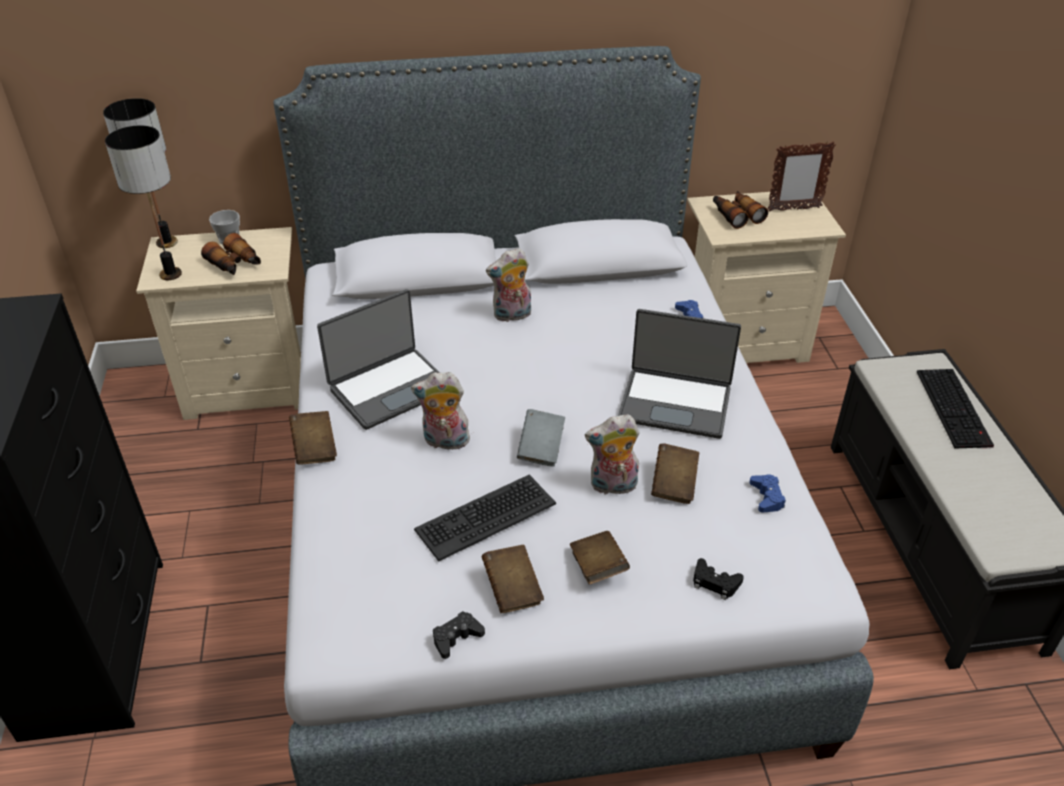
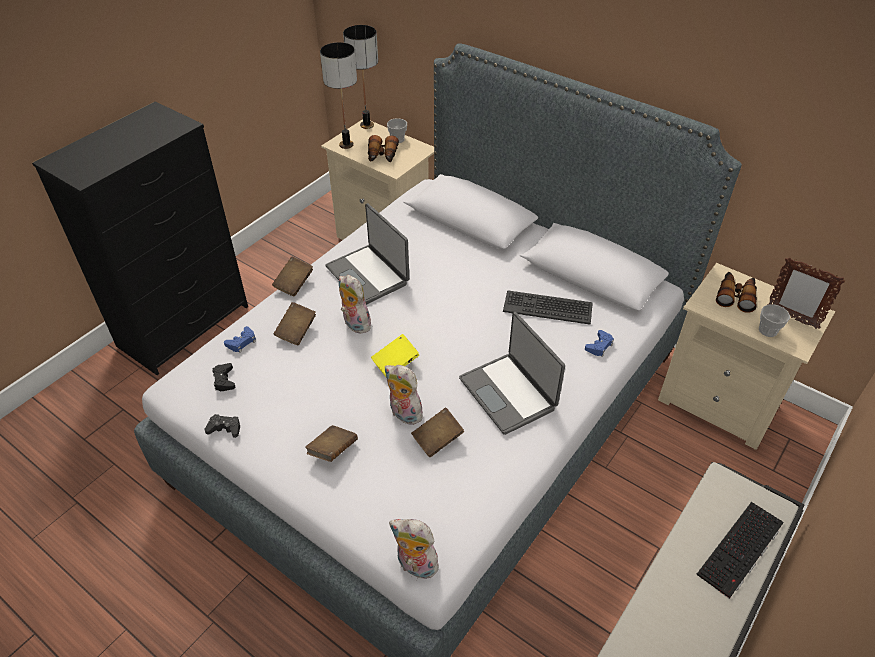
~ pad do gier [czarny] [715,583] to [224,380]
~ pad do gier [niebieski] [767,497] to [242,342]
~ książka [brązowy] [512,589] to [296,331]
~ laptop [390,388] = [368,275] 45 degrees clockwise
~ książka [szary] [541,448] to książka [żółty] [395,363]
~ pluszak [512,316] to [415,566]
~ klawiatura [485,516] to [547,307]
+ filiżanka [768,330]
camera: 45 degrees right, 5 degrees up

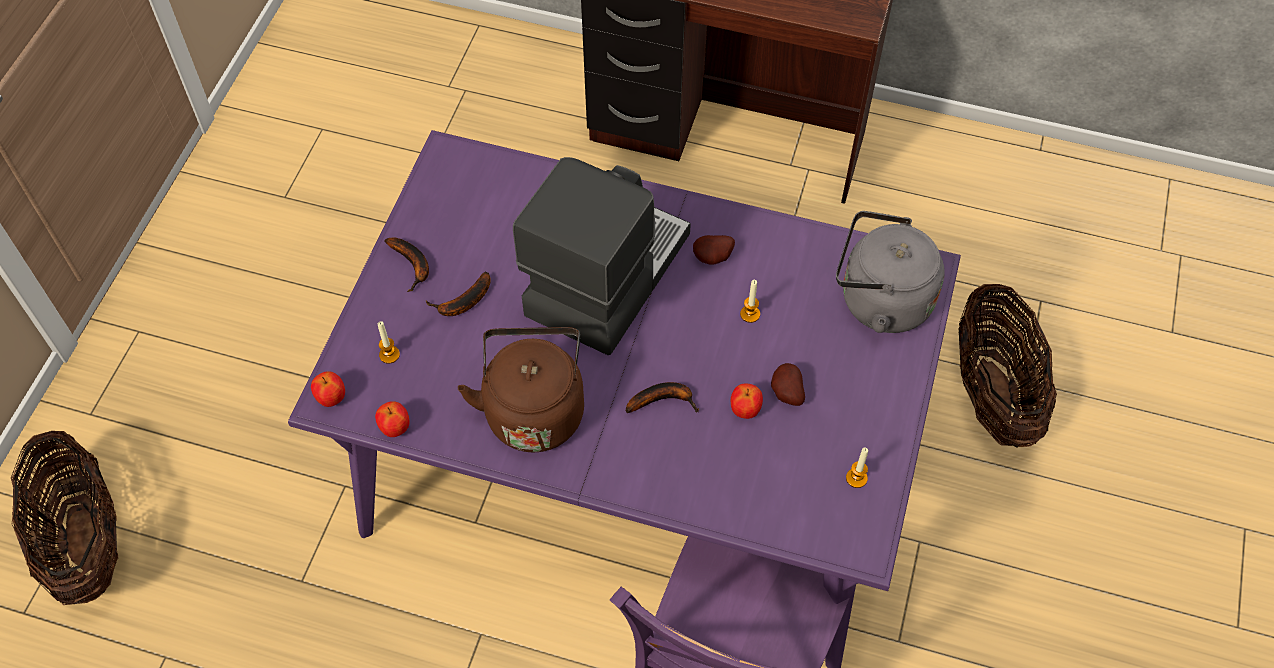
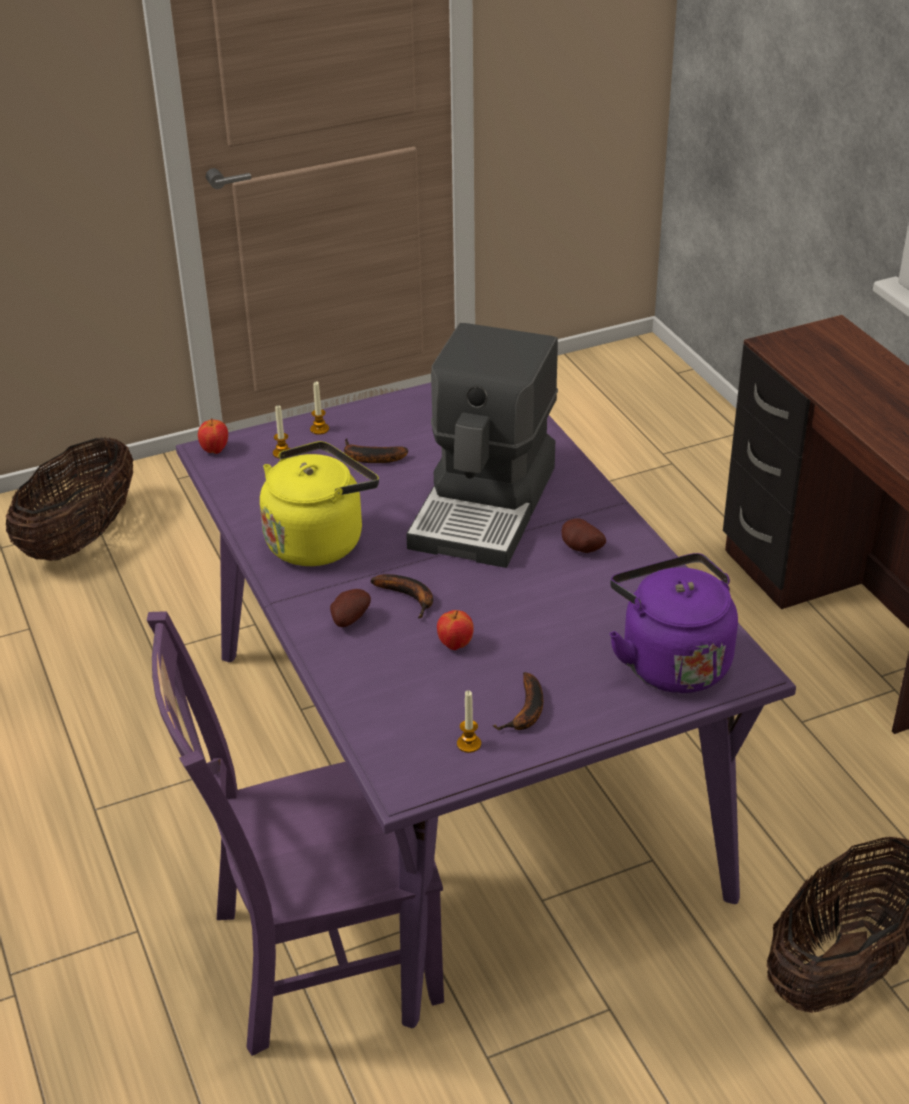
~ czajnik [brązowy] [534,409] to czajnik [żółty] [319,540]
~ świeca [750,314] to [319,429]
~ ziemniak [785,393] to [348,620]
~ ekspres do kawy [604,275] = [486,506] 120 degrees clockwise
~ banan [412,265] to [526,712]
~ czajnik [szary] [879,300] to czajnik [fioletowy] [671,661]
- jabłko [395,428]
camera: 50 degrees right, 20 degrees down

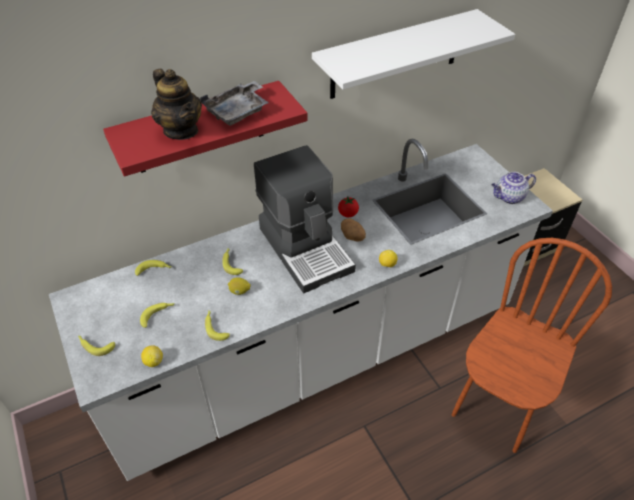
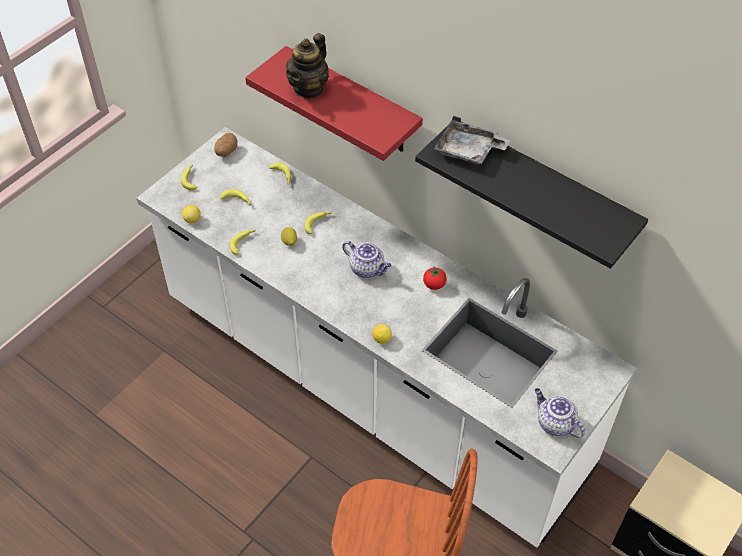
~ ziemniak [353,237] to [226,152]
~ ekspres do kawy [306,248] to imbryk [367,269]
~ półka [biały] [395,55] to półka [czarny] [543,188]
~ taca [szary] [238,111] to [468,150]
camera: 65 degrees right, 5 degrees up

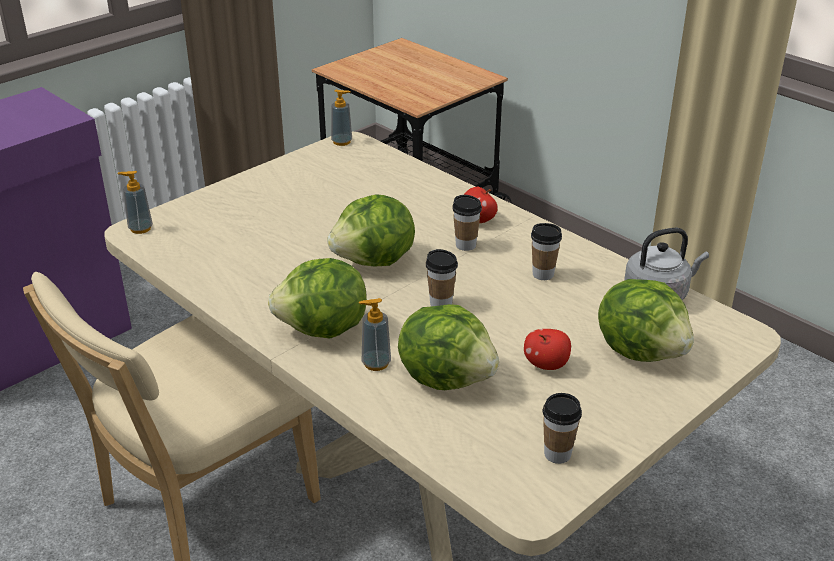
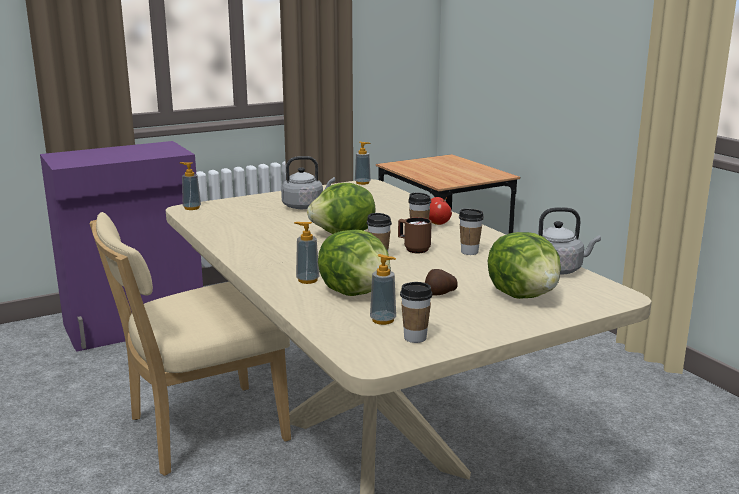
+ czajnik [szary] [305,206]
+ dozownik mydła [383,320]
+ kubek [brązowy] [413,249]
~ jabłko [546,364] to ziemniak [439,294]
- sałata [323,330]
camera: 15 degrees right, 15 degrees down

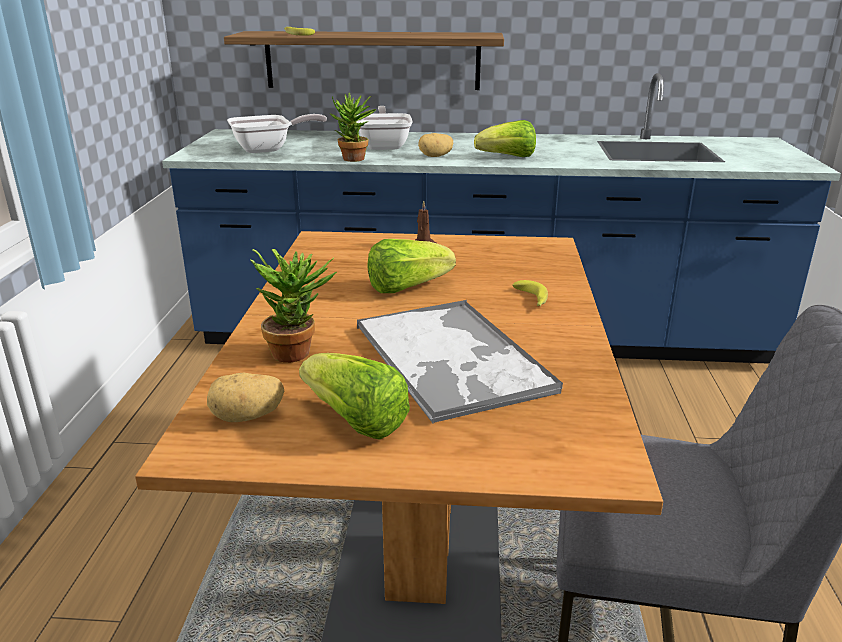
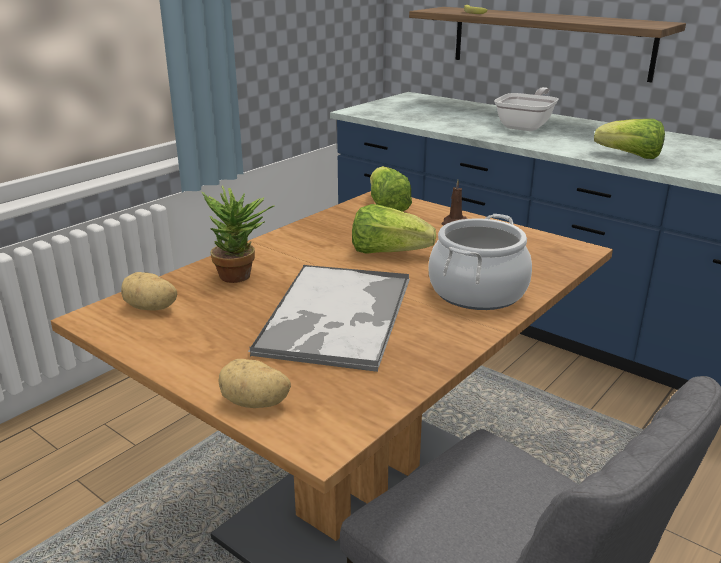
~ ziemniak [435,156] to [255,403]
~ sałata [355,421] to [387,206]
~ banan [531,300] to garnek [477,292]
- patelnia [269,149]
- roślina doniczkowa [354,160]
camera: 35 degrees right, 0 degrees up

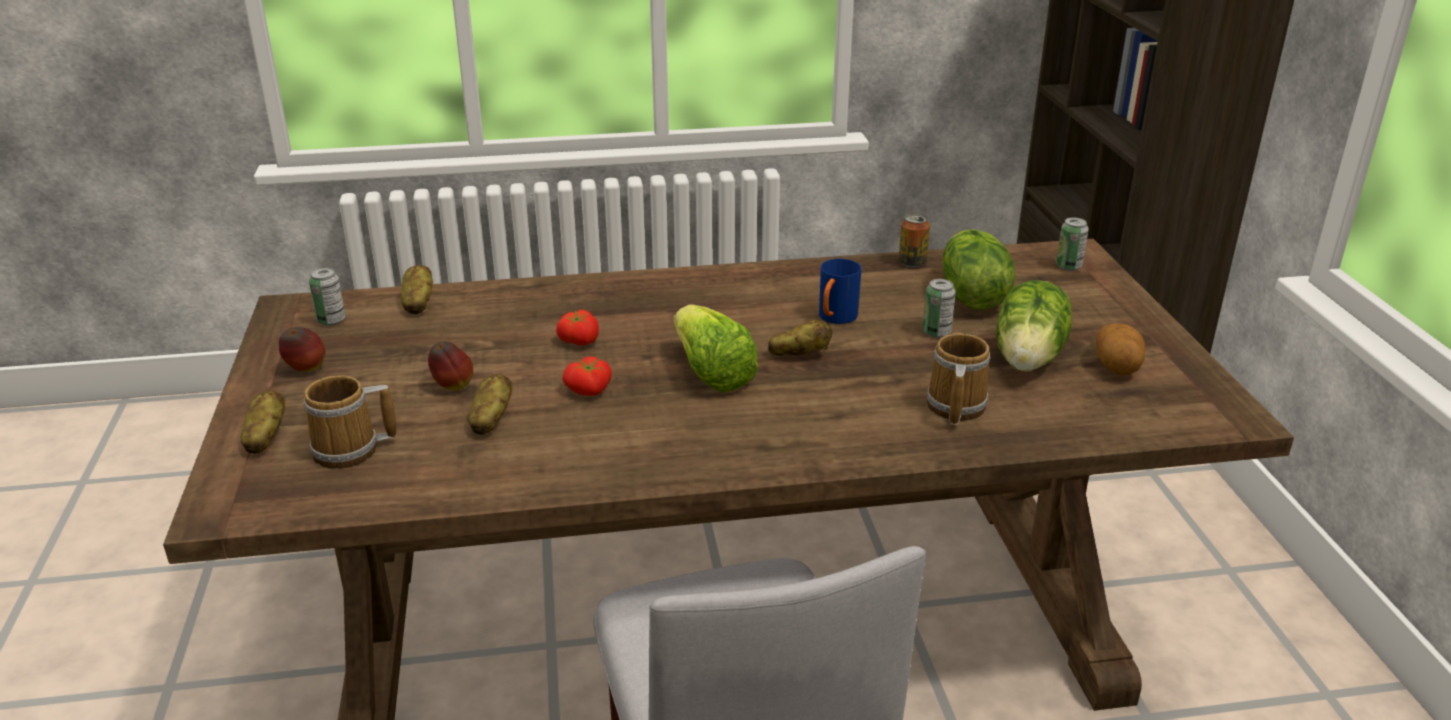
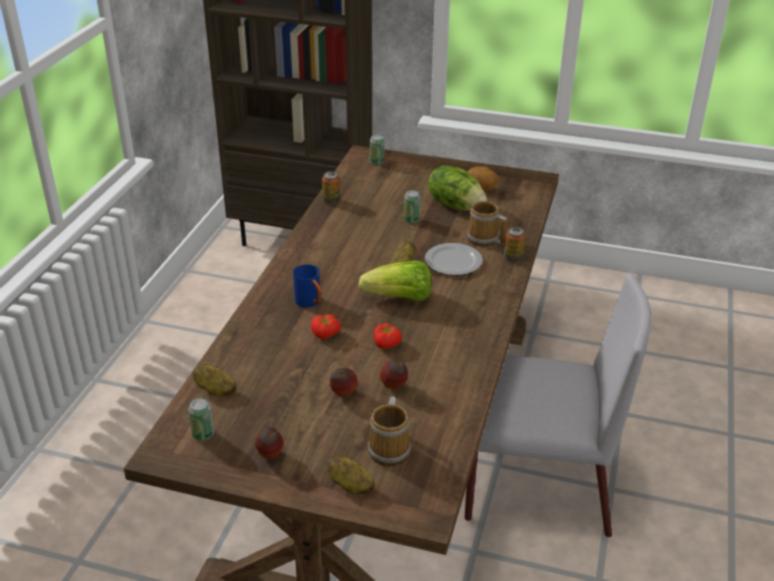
~ kubek [niebieski] [835,319] to [310,303]
~ ziemniak [490,420] to jabłko [394,387]
+ talerz [453,261]
+ puszka [513,258]
- sałata [970,297]
camera: 65 degrees left, 5 degrees up

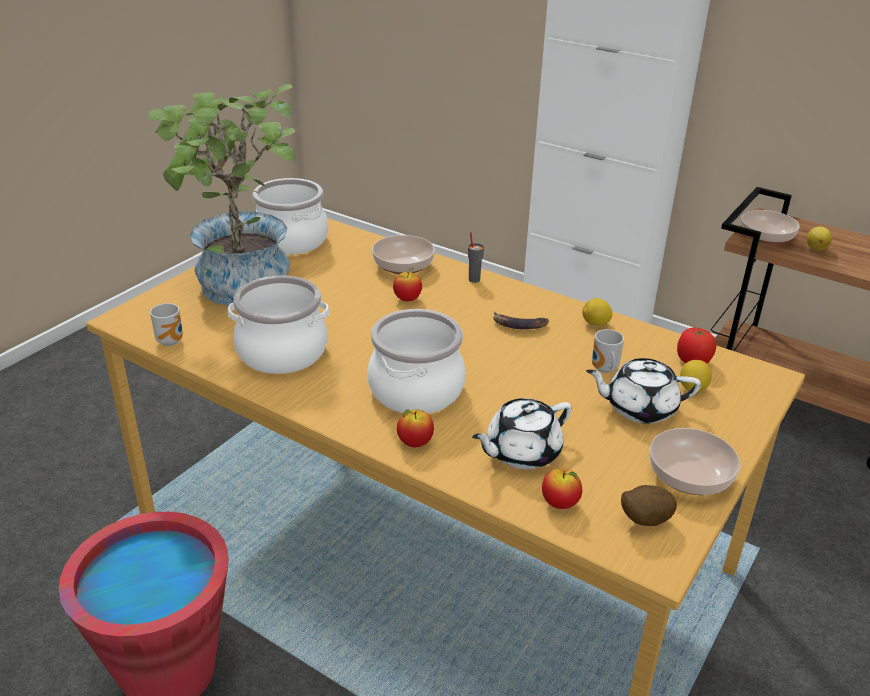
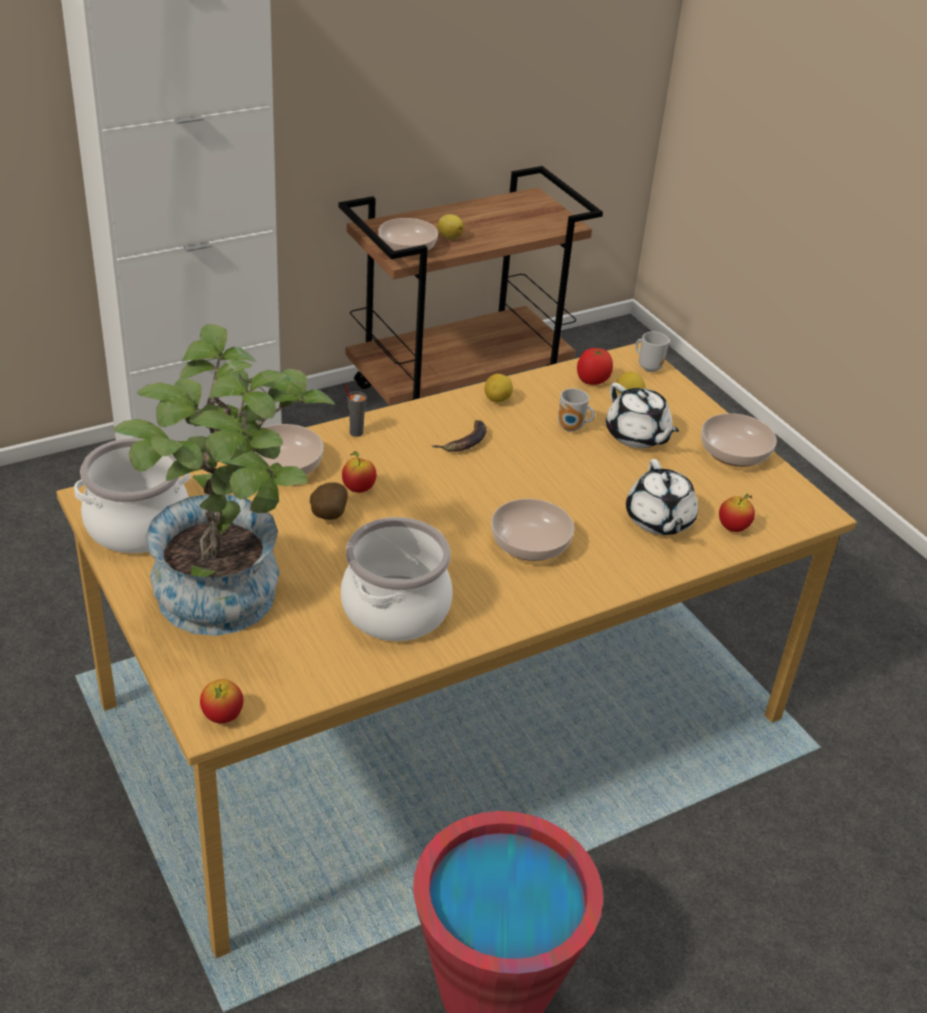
~ jabłko [415,443] to [222,716]
~ ziemniak [643,520] to [327,517]
~ garnek [415,390] to miska [528,544]
~ imbryk [biały] [639,408] = [637,436] 60 degrees counterclockwise
~ kubek [172,341] to [649,367]
camera: 65 degrees left, 5 degrees up

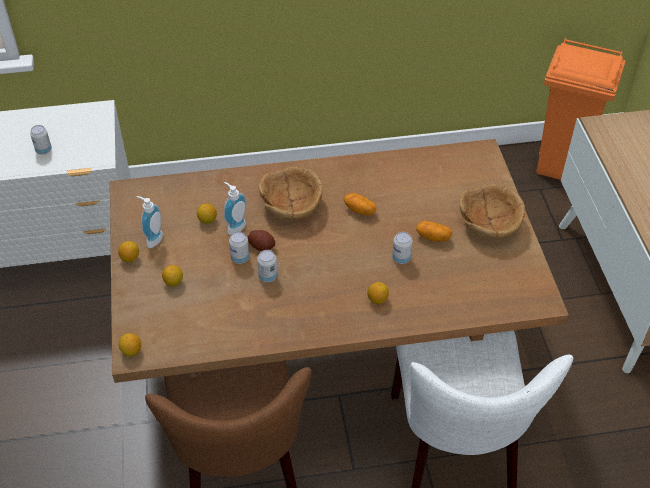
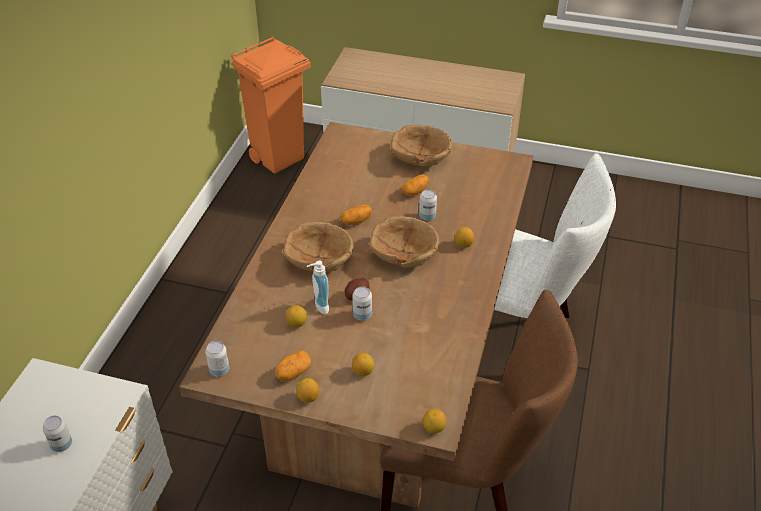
~ puszka [268,276] to [219,370]
~ dozownik mydła [152,239] to ziemniak [293,372]
+ miska [brązowy] [402,254]
camera: 65 degrees left, 5 degrees down

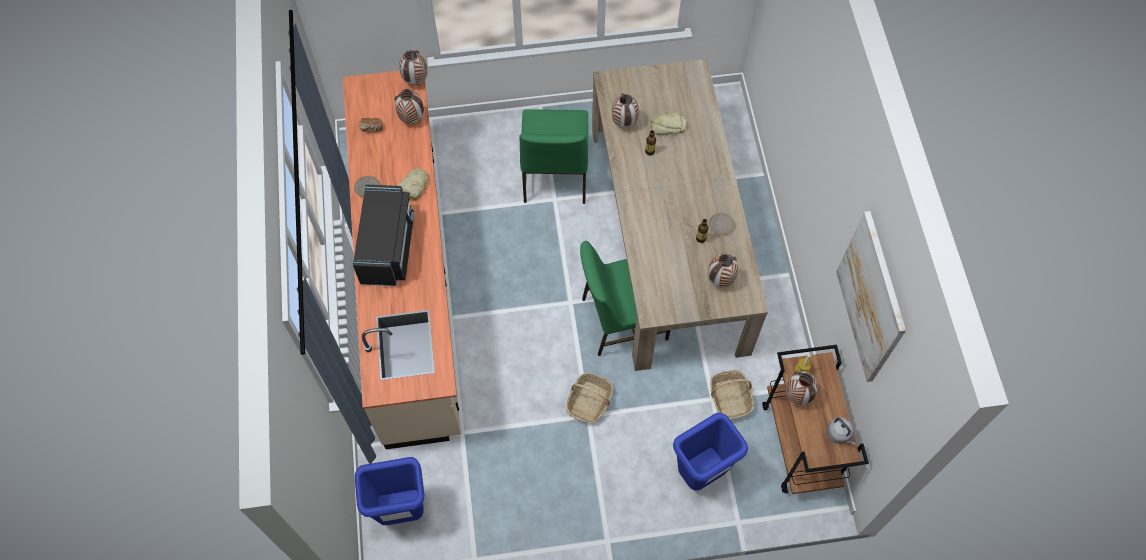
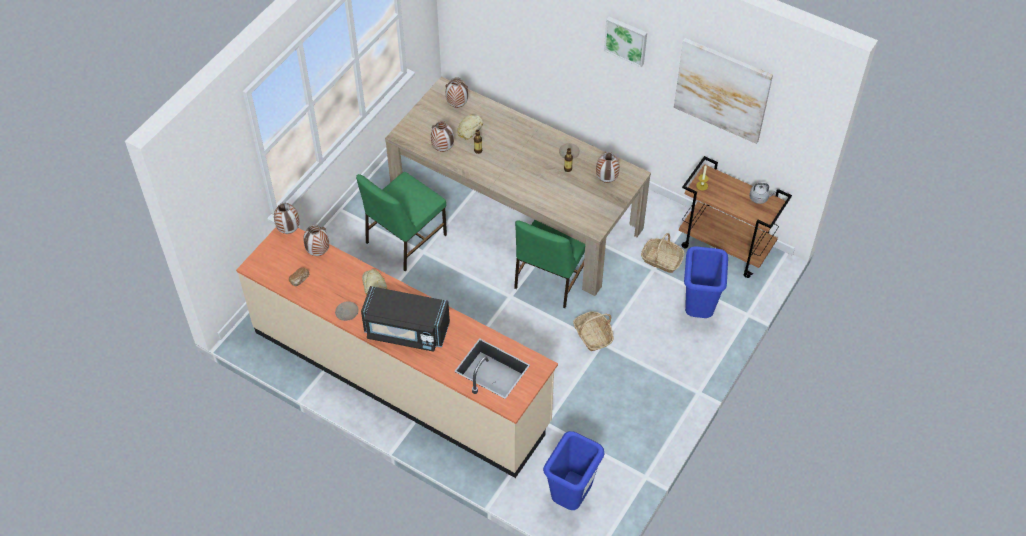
~ krzesło [zielony] [554,175] = [404,239] 90 degrees clockwise
~ mikrofalówka [czarny] [387,247] = [406,331] 150 degrees clockwise
~ wazon [797,396] to [457,105]
+ obraz [626,40]
camera: 50 degrees left, 10 degrees down

